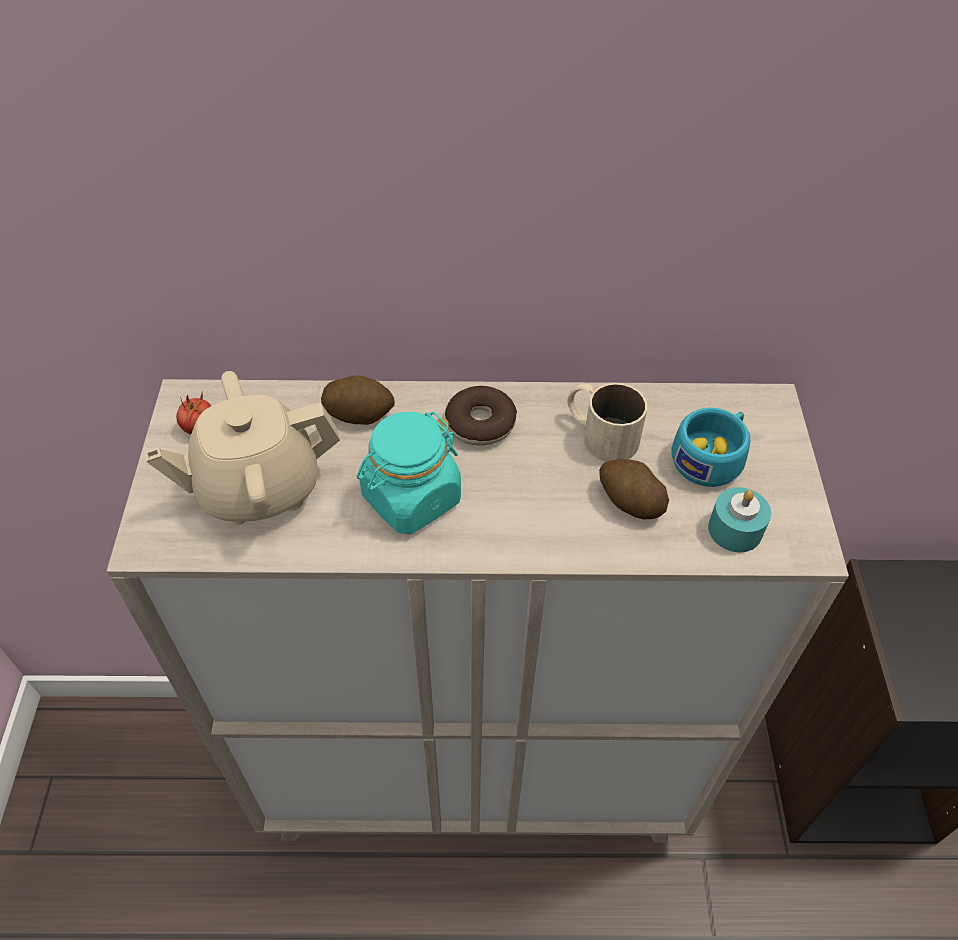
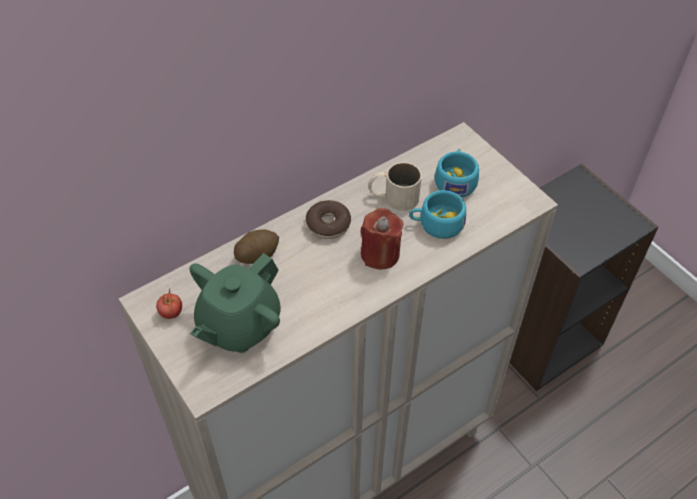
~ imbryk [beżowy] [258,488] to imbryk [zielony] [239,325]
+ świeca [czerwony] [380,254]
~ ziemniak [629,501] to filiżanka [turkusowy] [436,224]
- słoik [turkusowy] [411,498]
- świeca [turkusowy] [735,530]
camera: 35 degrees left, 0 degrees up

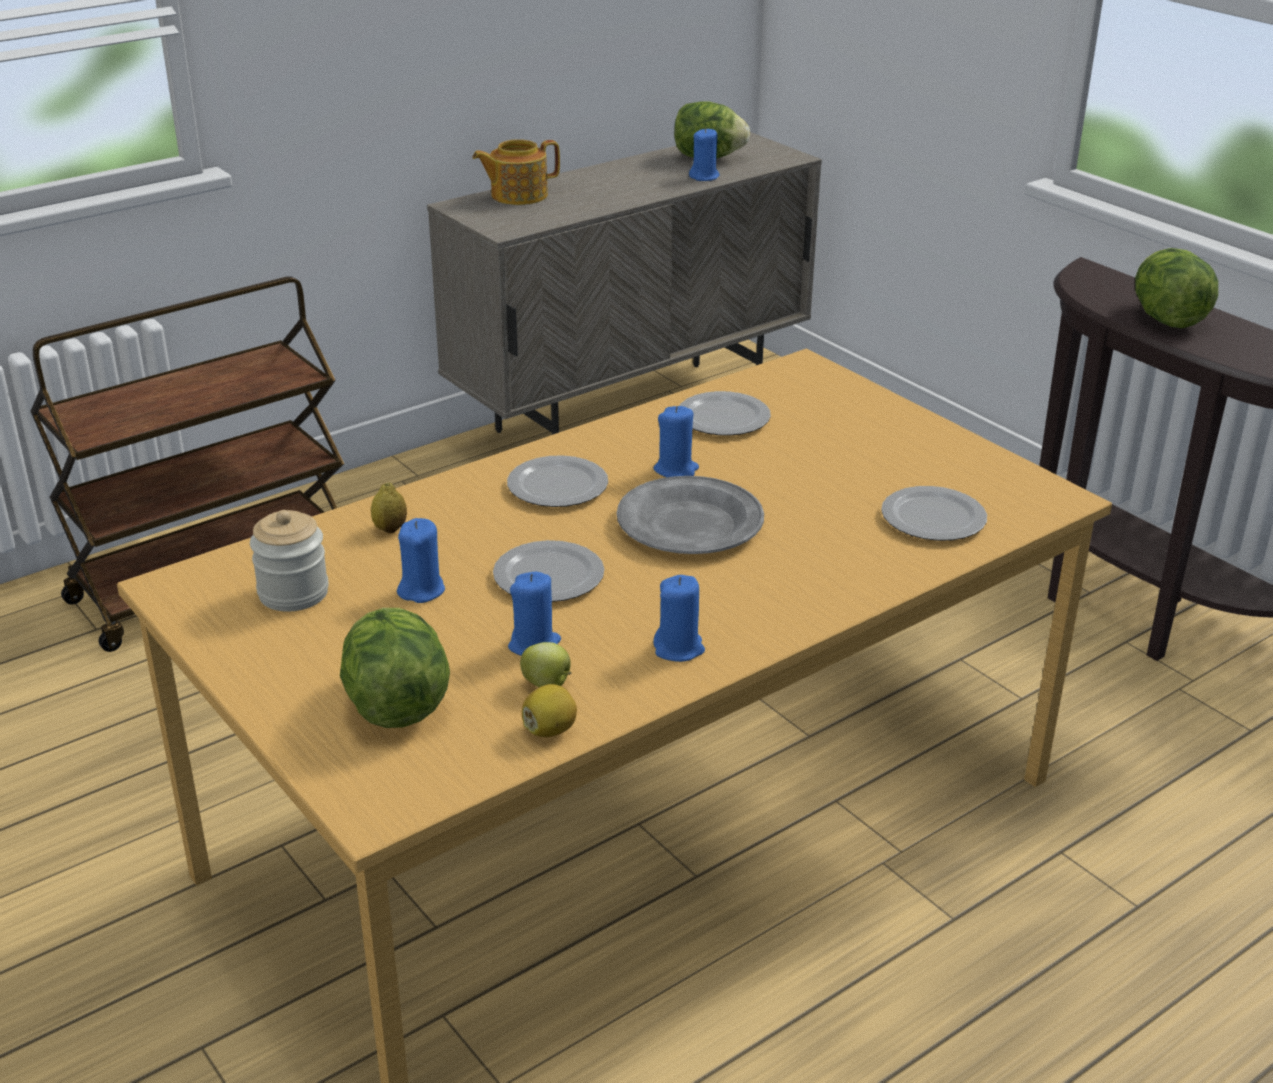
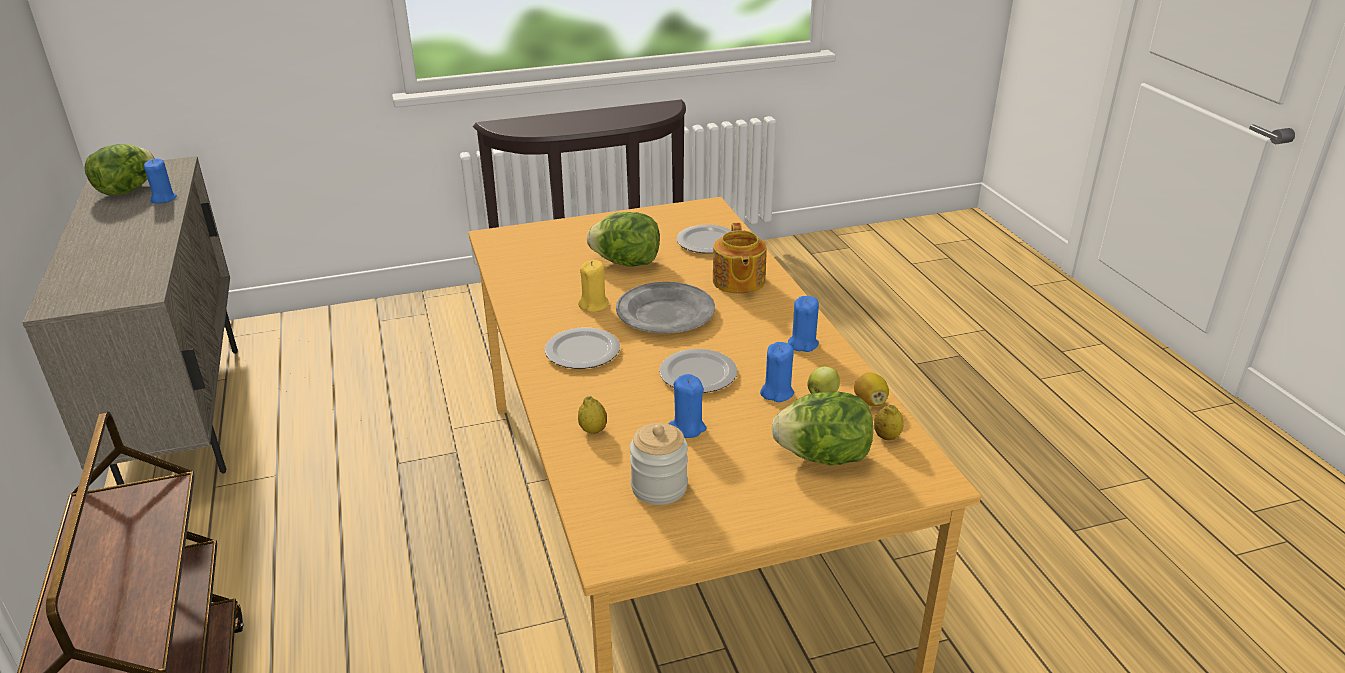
~ świeca [niebieski] [676,470] to świeca [żółty] [594,305]
~ sałata [1166,319] to [626,263]
~ imbryk [517,195] to [738,282]
+ cytryna [886,437]
- talerz [723,419]
camera: 70 degrees left, 0 degrees up

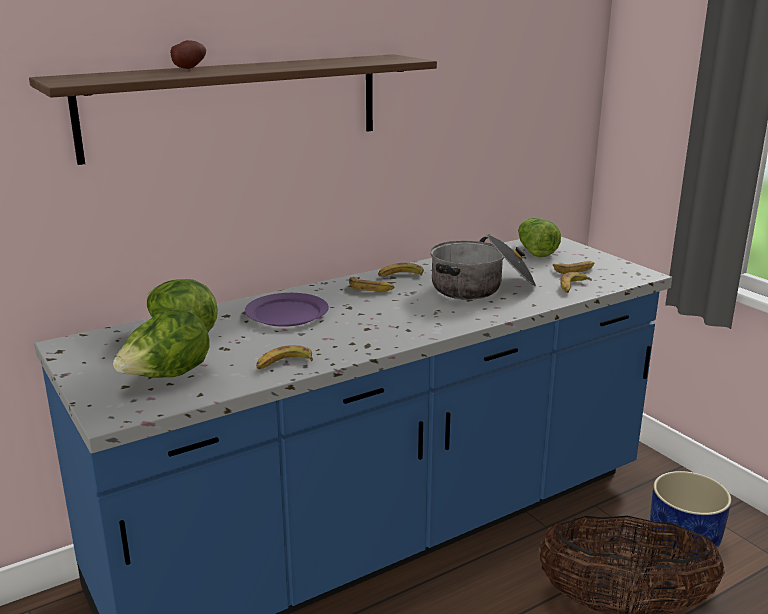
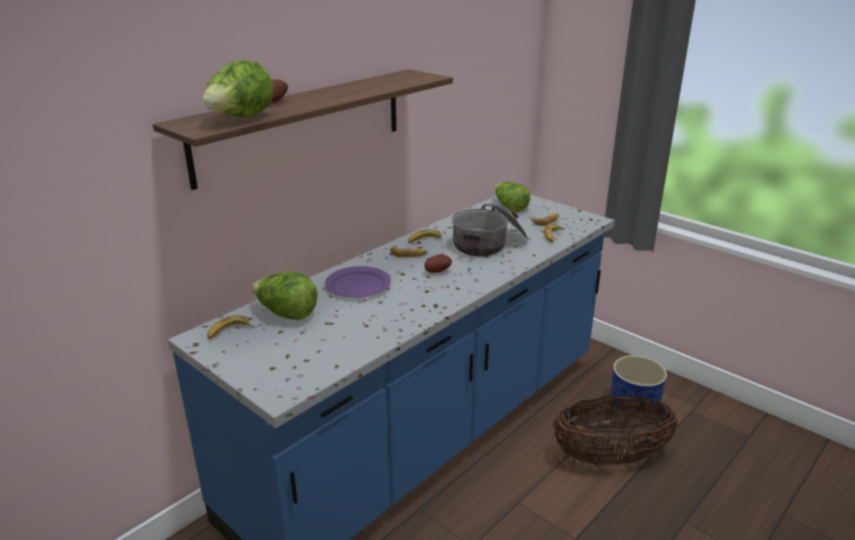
~ sałata [166,377] to [241,119]
~ banan [284,364] to [228,331]
+ ziemniak [437,272]
camera: 15 degrees left, 5 degrees up

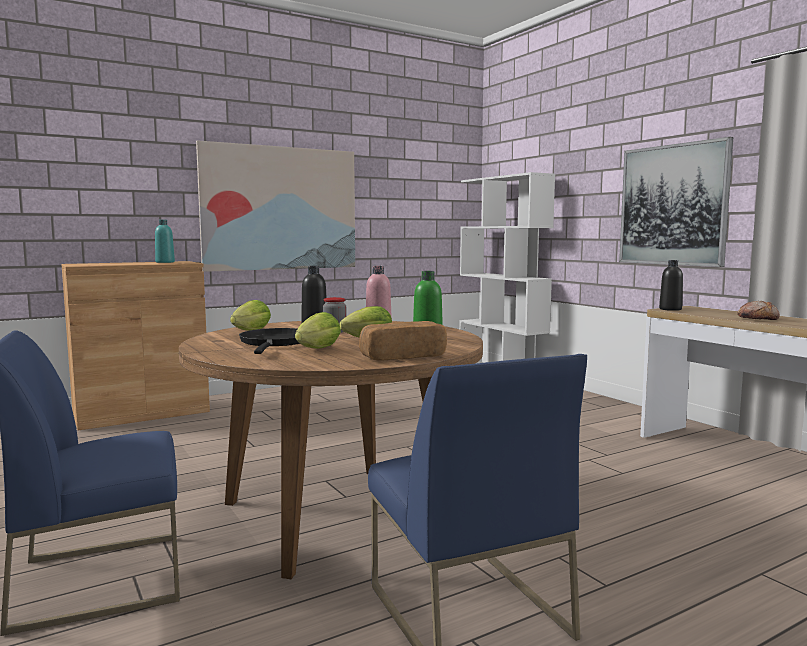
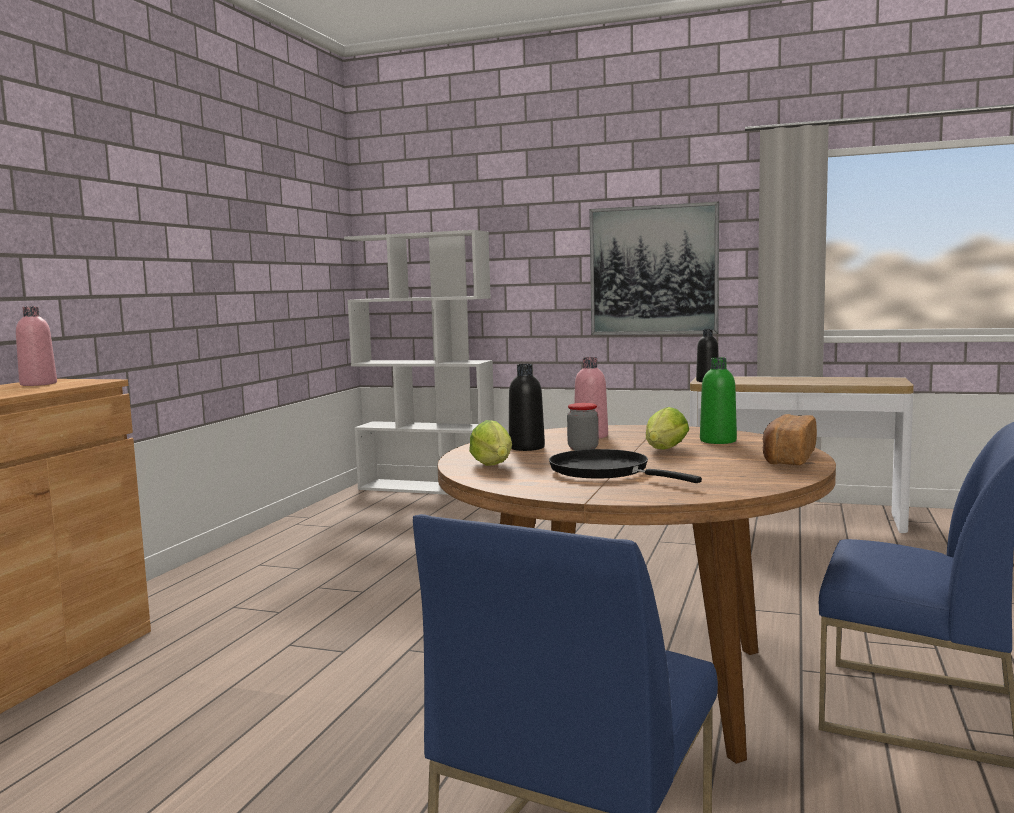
~ butelka [turkusowy] [165,262] to butelka [różowy] [38,384]
- obraz [280,208]
- sałata [316,349]
- chleb [757,319]
camera: 40 degrees left, 0 degrees up

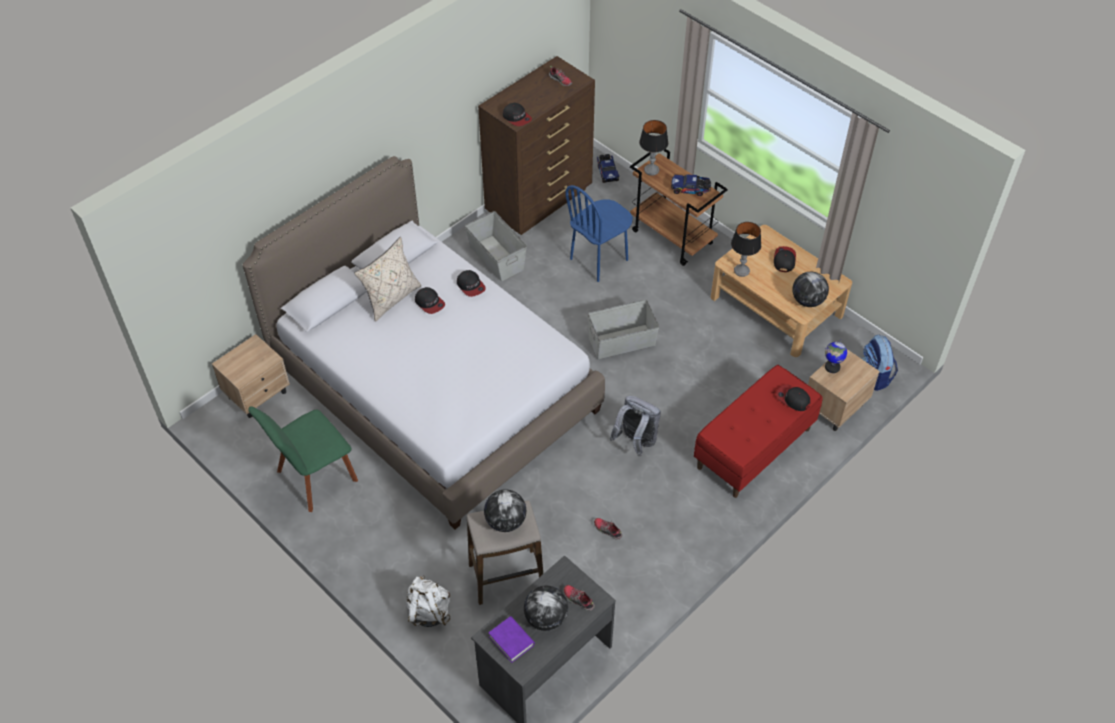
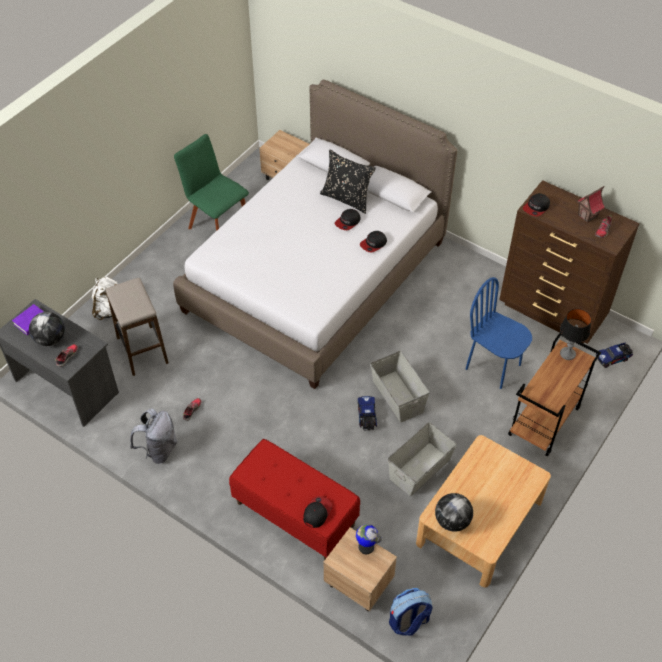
~ plecak [szary] [635,442] to [159,450]
~ poduszka [beżowy] [391,298] to poduszka [czarny] [347,198]
~ ciężarówka zabawkowa [690,189] to [367,417]
~ pojemnik do przechowywania [szary] [497,257] to [420,469]
+ domek [587,216]
- globus [505,521]
- lampa stołowa [741,271]
- czapka z daszkiem [784,260]
camera: 80 degrees right, 0 degrees up

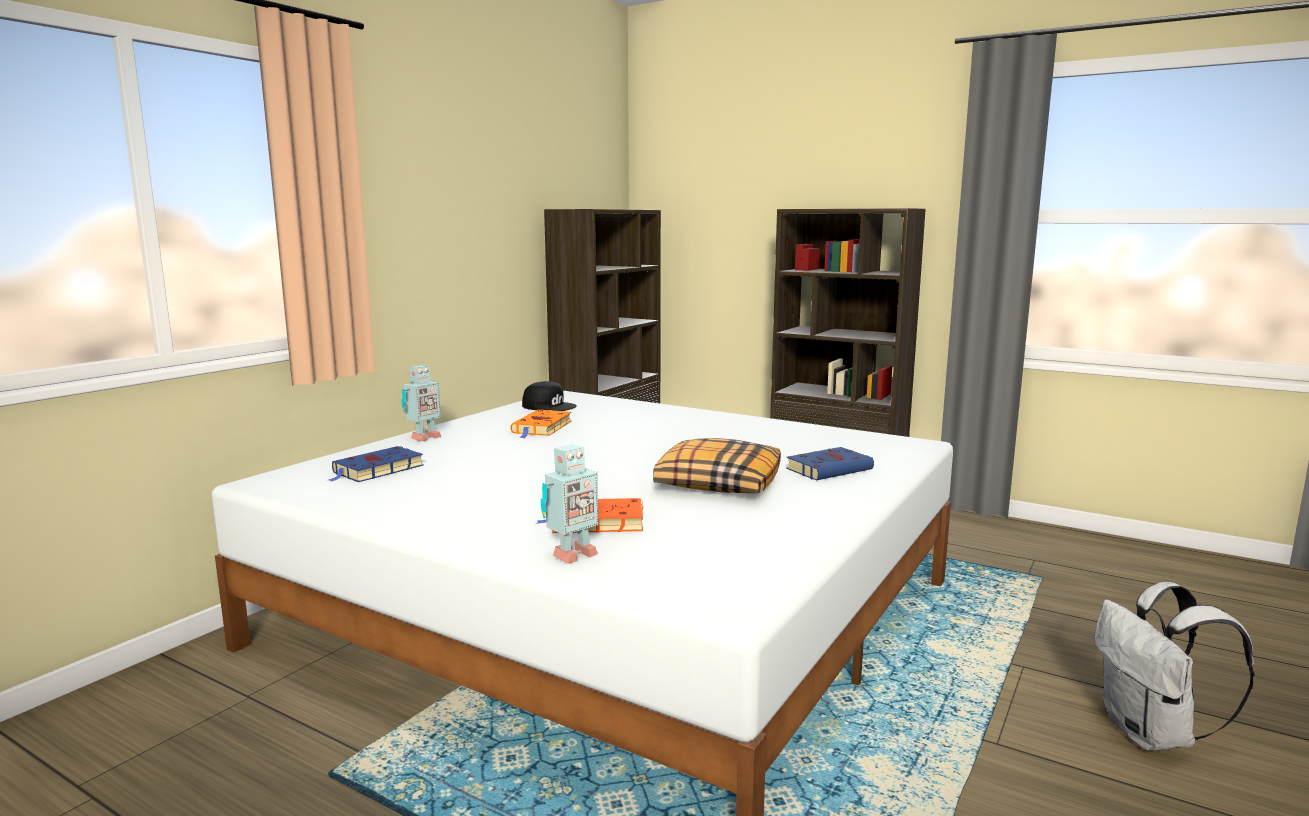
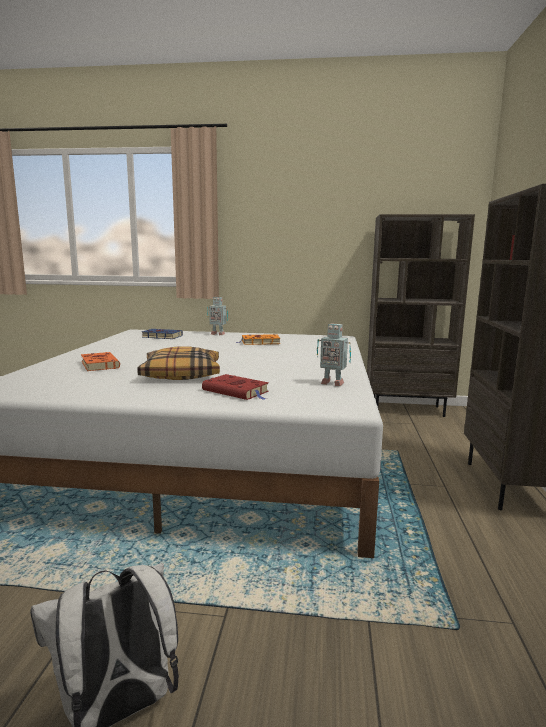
~ książka [niebieski] [831,469] to książka [czerwony] [237,391]
~ robot zabawkowy [572,555] to [332,383]
- czapka z daszkiem [czarny] [549,406]
camera: 65 degrees right, 0 degrees up

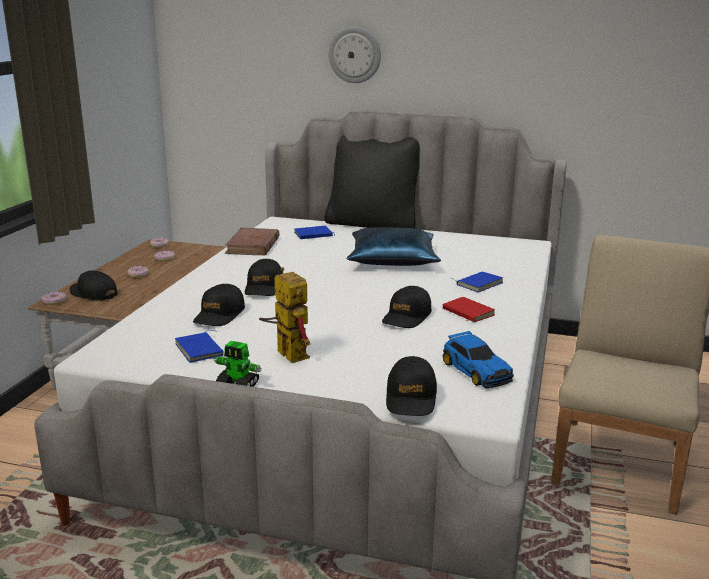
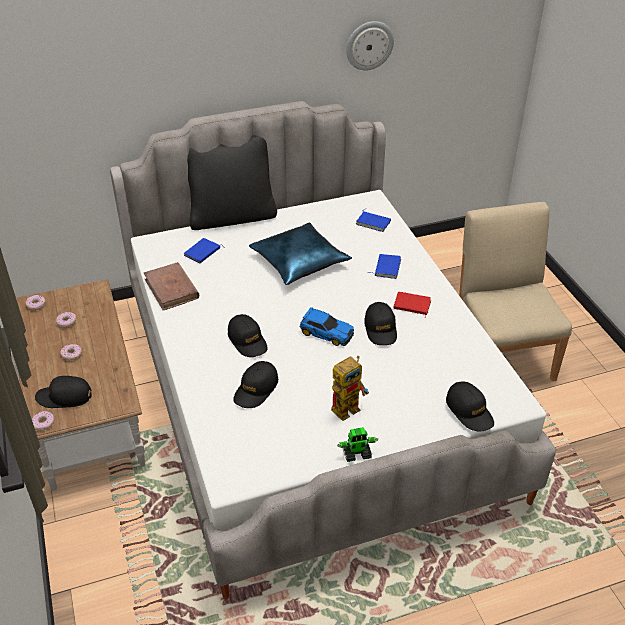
~ czapka z daszkiem [czarny] [219,315] = [256,389] 45 degrees clockwise
~ samochodzik [476,370] to [326,332]
~ robot zabawkowy [286,353] = [349,406] 120 degrees clockwise
~ zegar ścienny [355,55] to [369,45]
~ książka [niebieski] [201,350] to [373,222]
camera: 35 degrees left, 20 degrees up

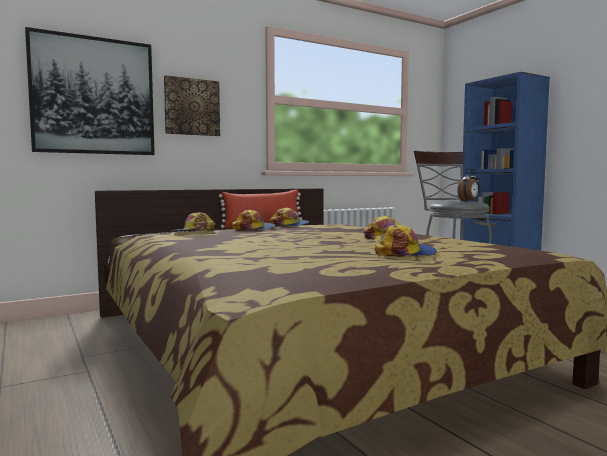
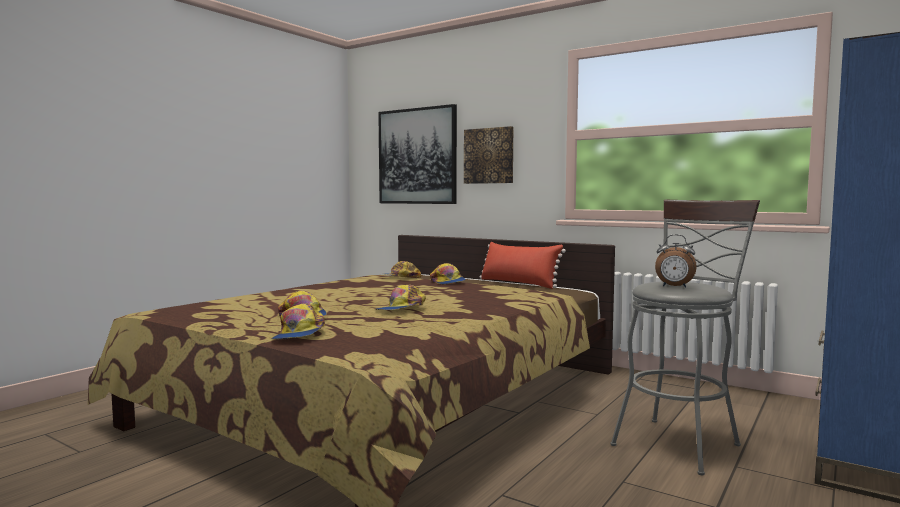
~ czapka z daszkiem [290,225] to [299,334]
camera: 65 degrees right, 0 degrees up

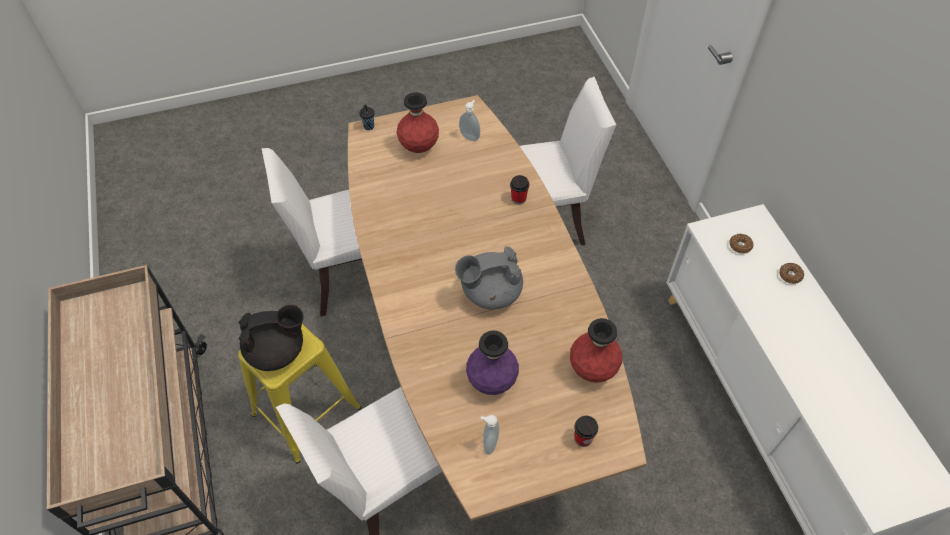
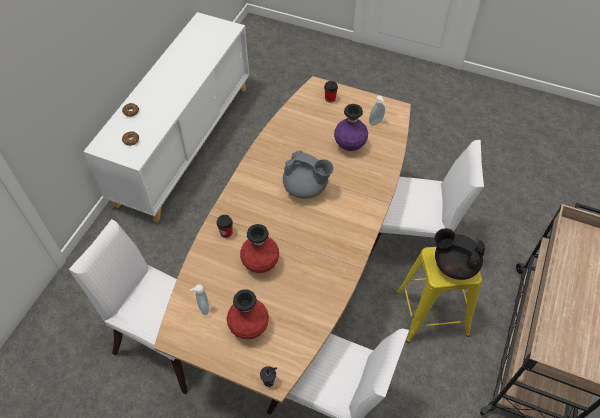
~ wazon [czerwony] [592,369] to [260,264]
camera: 140 degrees left, 0 degrees up

